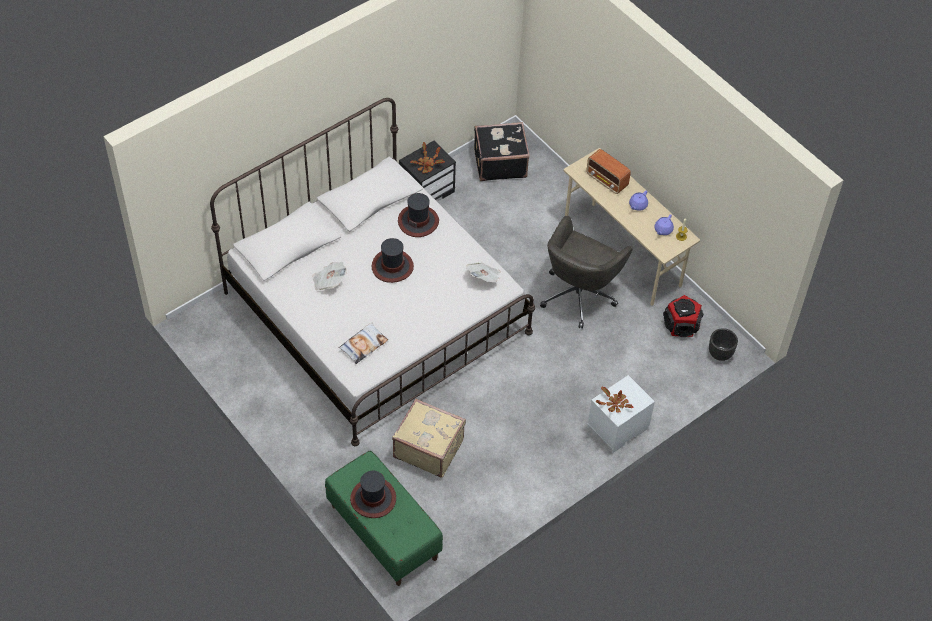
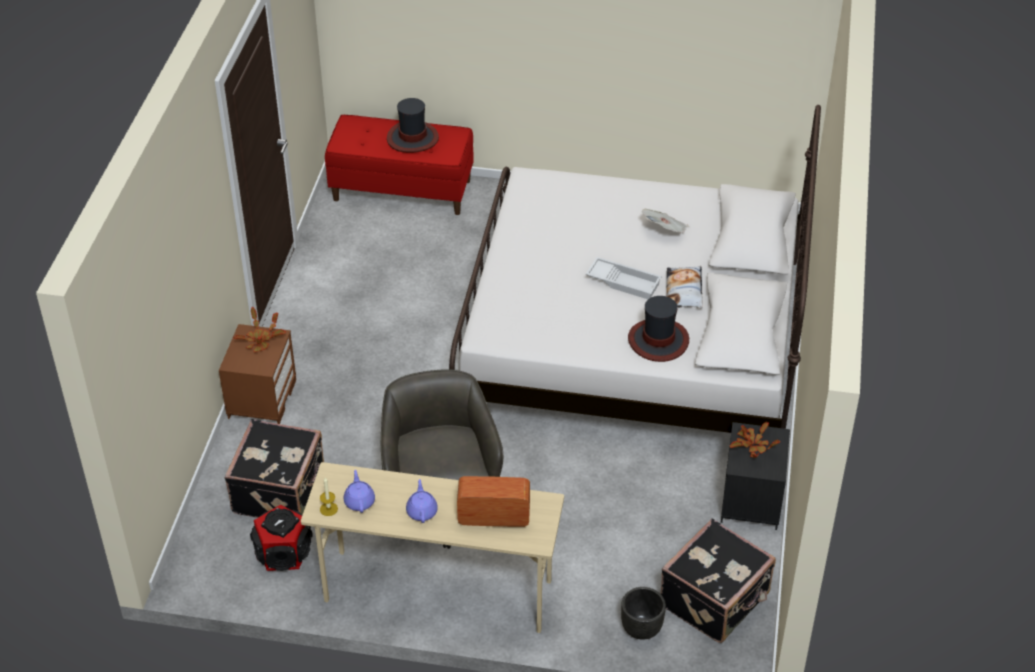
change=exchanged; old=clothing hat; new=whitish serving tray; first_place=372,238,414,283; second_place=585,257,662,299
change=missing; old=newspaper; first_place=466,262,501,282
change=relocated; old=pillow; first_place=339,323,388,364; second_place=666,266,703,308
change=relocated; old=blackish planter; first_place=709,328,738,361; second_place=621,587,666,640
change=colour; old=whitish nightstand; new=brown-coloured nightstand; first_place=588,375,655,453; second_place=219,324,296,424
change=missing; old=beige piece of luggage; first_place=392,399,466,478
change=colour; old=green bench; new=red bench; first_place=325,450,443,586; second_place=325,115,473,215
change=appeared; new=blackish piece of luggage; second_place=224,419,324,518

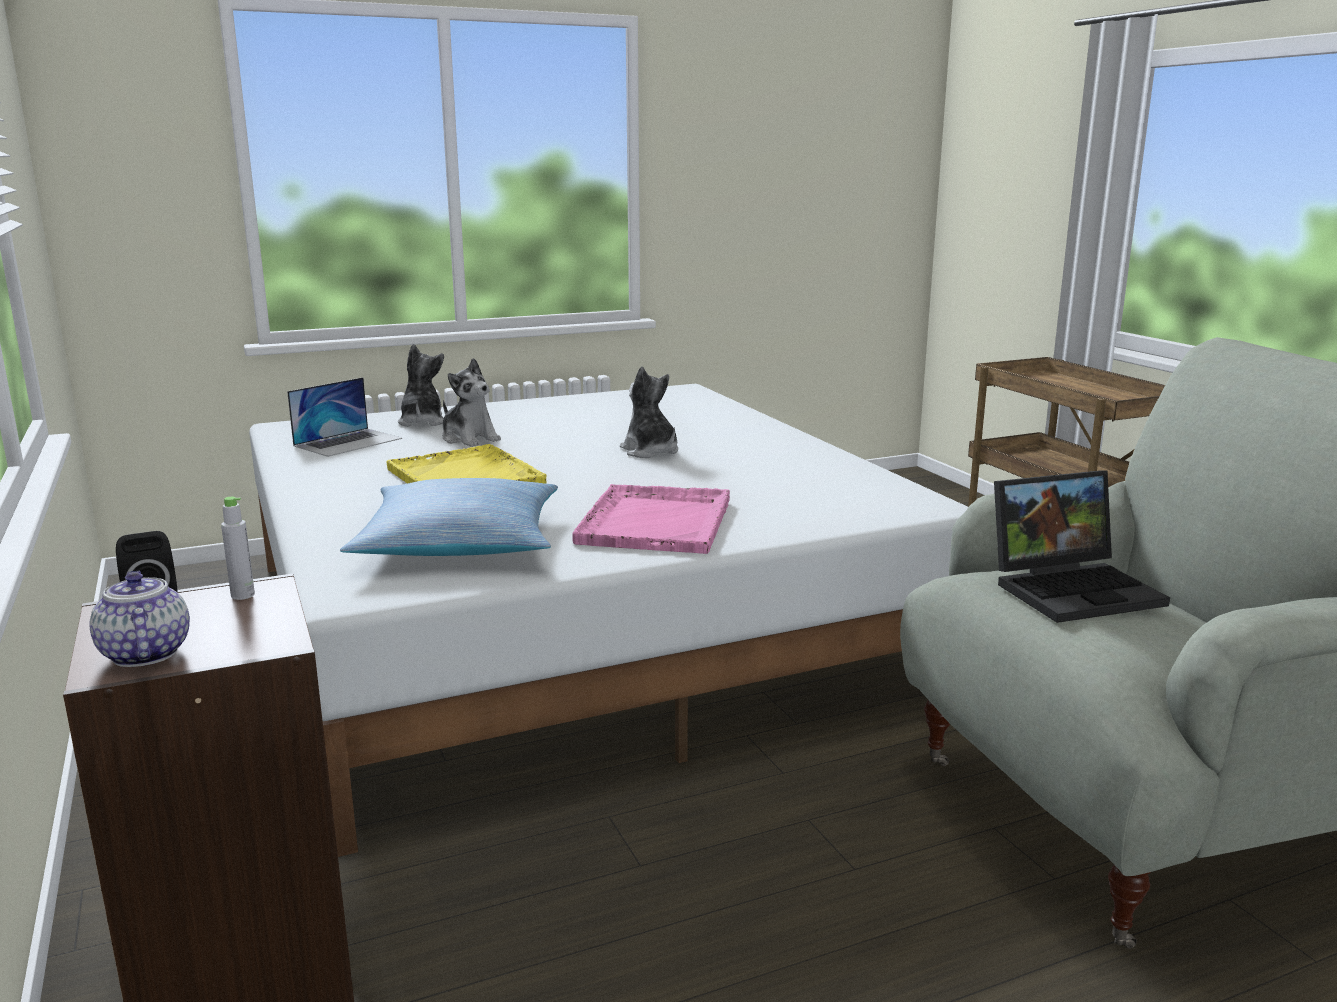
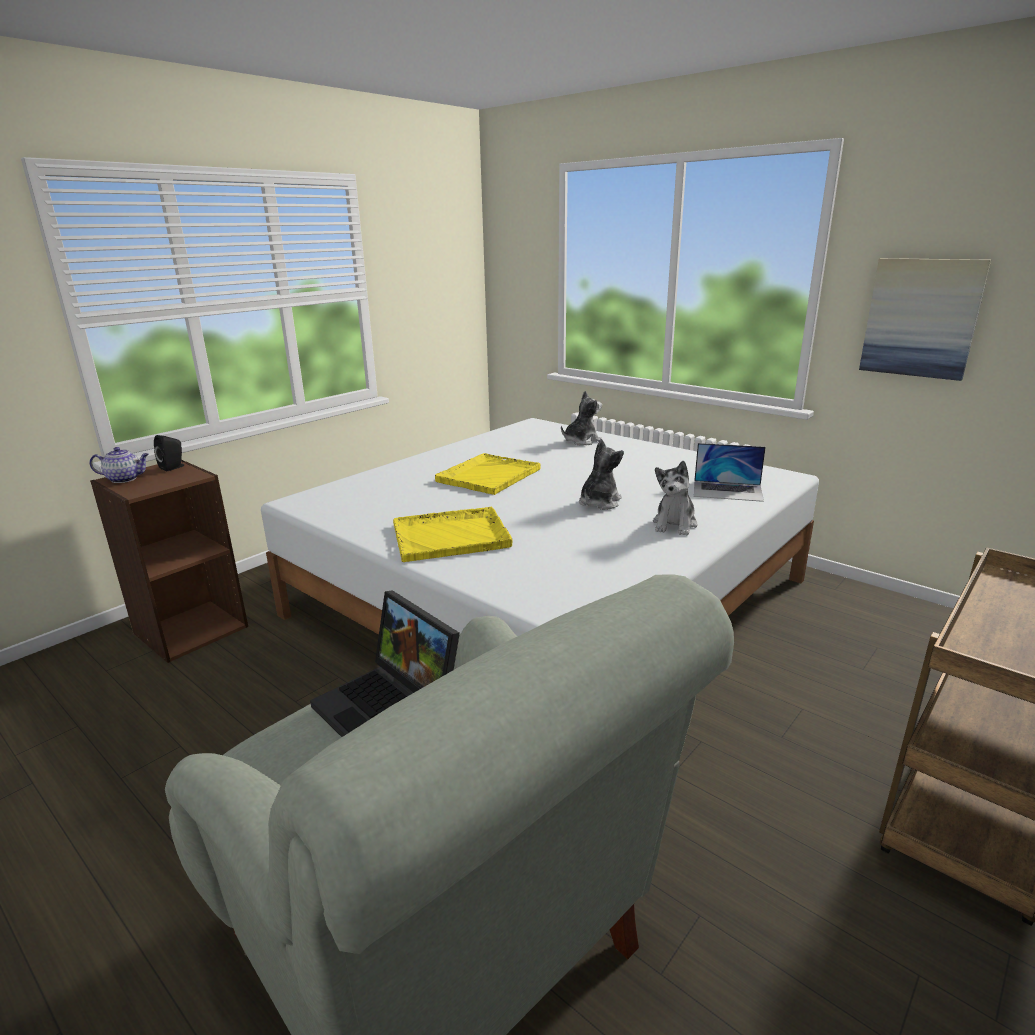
change=relocated; old=soft toy; first_place=442,358,501,447; second_place=653,461,698,535
change=relocated; old=portable computer; first_place=287,377,402,457; second_place=694,443,766,502
change=missing; old=pillow; first_place=340,478,558,556
change=colour; old=pinkish serving tray; new=yellow serving tray; first_place=572,484,730,554; second_place=393,507,513,562
change=missing; old=greyish drink bottle; first_place=221,497,255,600
change=spun; old=pot for tea; first_place=89,570,190,667; second_place=89,447,149,483; degrees=45
change=appeared; new=wall picture; second_place=859,258,991,381

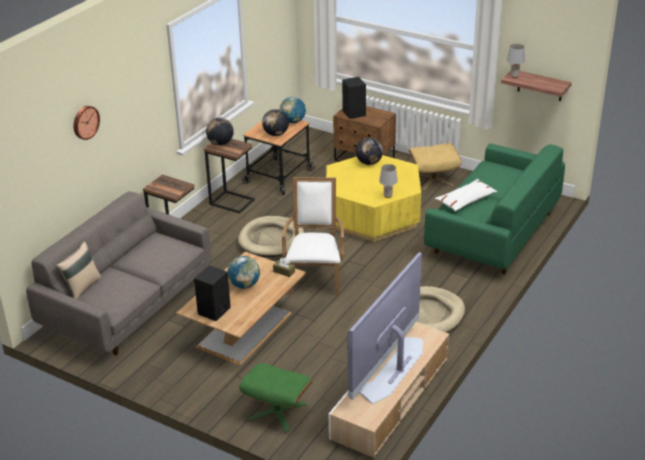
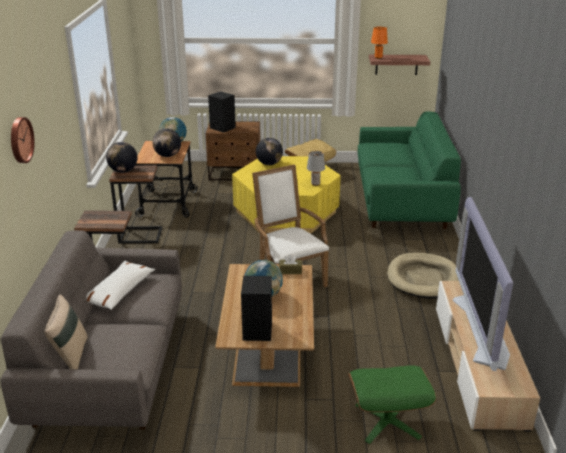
change=colour; old=greyish table lamp; new=orange table lamp; first_place=507,44,525,78; second_place=371,27,388,59
change=relocated; old=whitish pillow; first_place=435,179,497,211; second_place=86,261,155,310
change=missing; old=beige dog bed; first_place=238,216,304,257

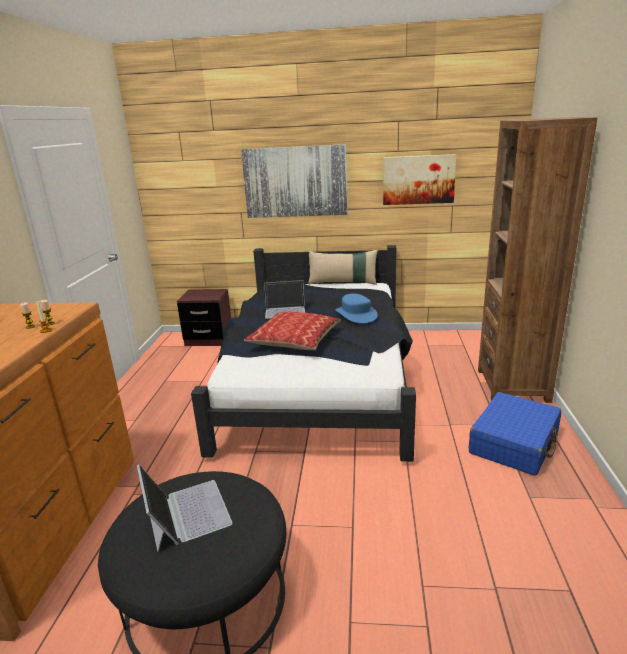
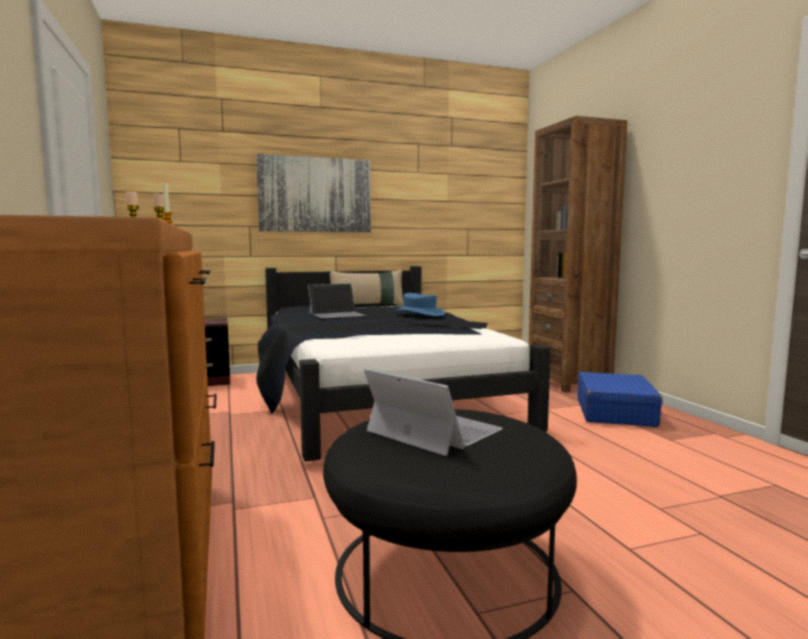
change=missing; old=wall picture; first_place=383,154,457,205
change=missing; old=pillow; first_place=244,312,341,350

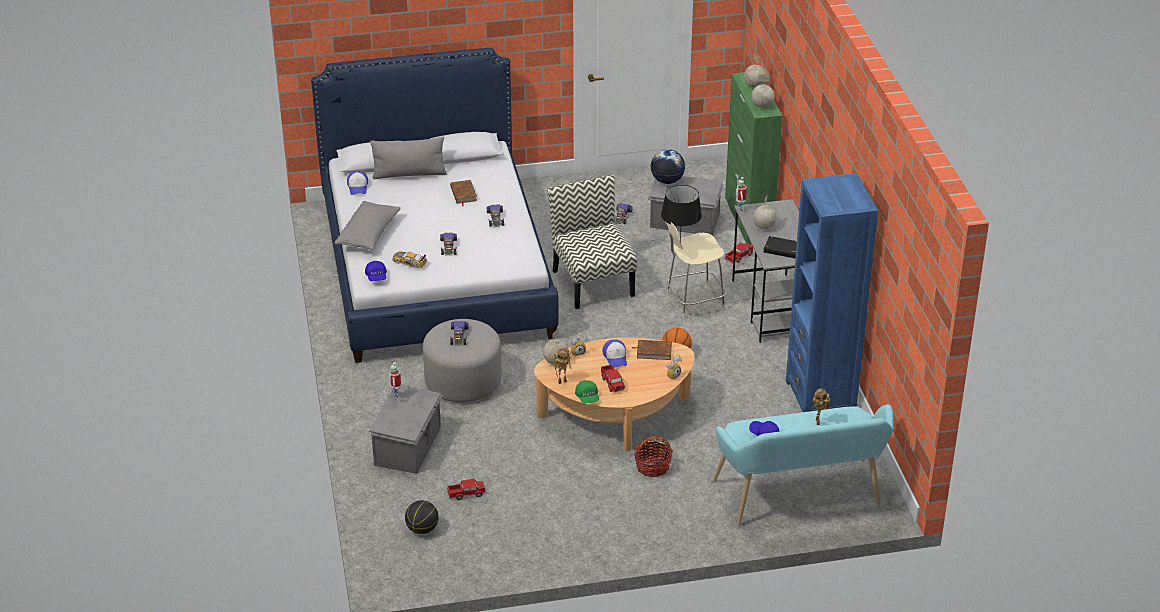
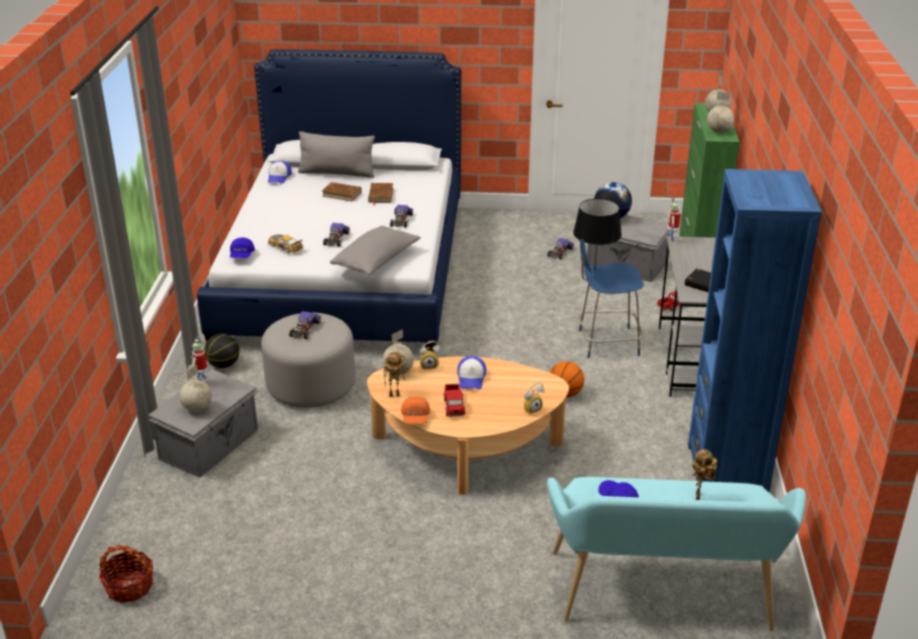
change=missing; old=plain chair; first_place=547,175,637,309
change=relocated; old=globe; first_place=753,195,777,229; second_place=179,365,212,412
change=relocated; old=greyish pillow; first_place=334,201,401,250; second_place=330,226,421,275
change=colour; old=beige stool; new=bluish stool; first_place=666,222,726,319; second_place=579,238,644,358
change=relocated; old=brown-coloured bound book; first_place=632,340,672,360; second_place=322,182,361,201
change=colour; old=green peaked cap; new=orange peaked cap; first_place=575,380,599,403; second_place=401,396,430,424
change=relocated; old=storage basket; first_place=634,436,673,477; second_place=99,545,153,603
change=missing; old=toy truck; first_place=447,479,485,500
change=relocated; old=ball for basketball; first_place=405,500,439,534; second_place=204,334,240,368

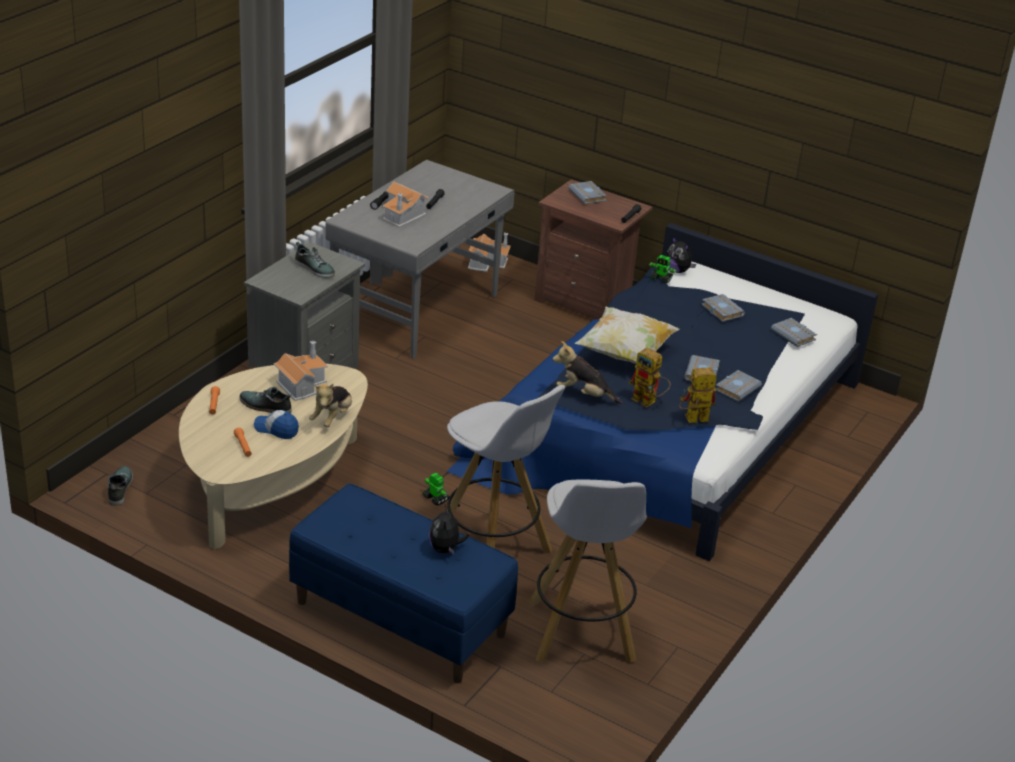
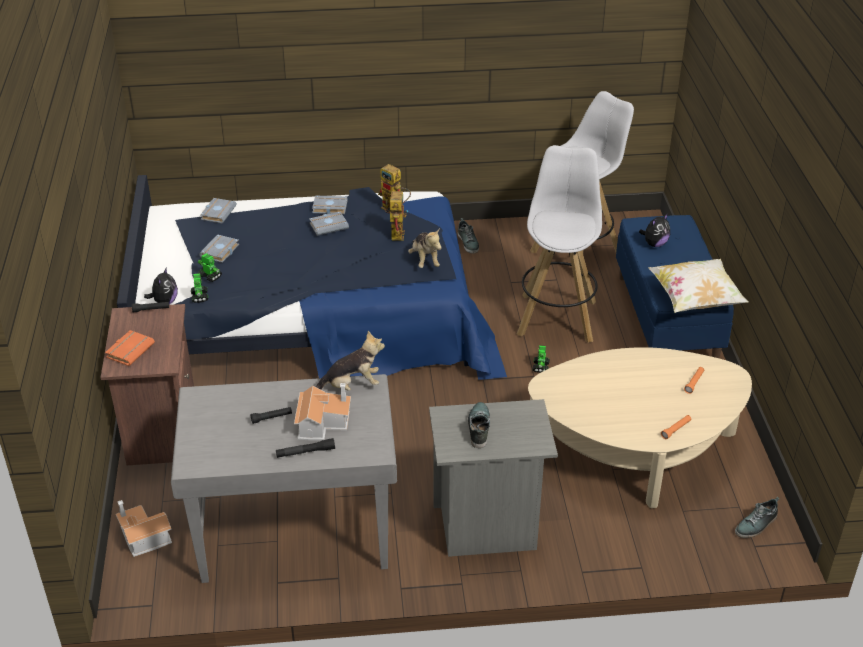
change=colour; old=greyish bound book; new=orange bound book; first_place=568,181,607,204; second_place=105,330,155,366
change=relocated; old=pillow; first_place=574,307,679,364; second_place=648,259,748,313
change=missing; old=model house; first_place=274,341,328,401
change=relocated; old=soft toy; first_place=309,384,352,427; second_place=316,331,385,391
change=relocated; old=shoe; first_place=240,387,292,413; second_place=458,218,479,254
change=missing; old=peaked cap; first_place=254,410,299,439
change=appeared; new=model robot; second_place=198,253,222,282

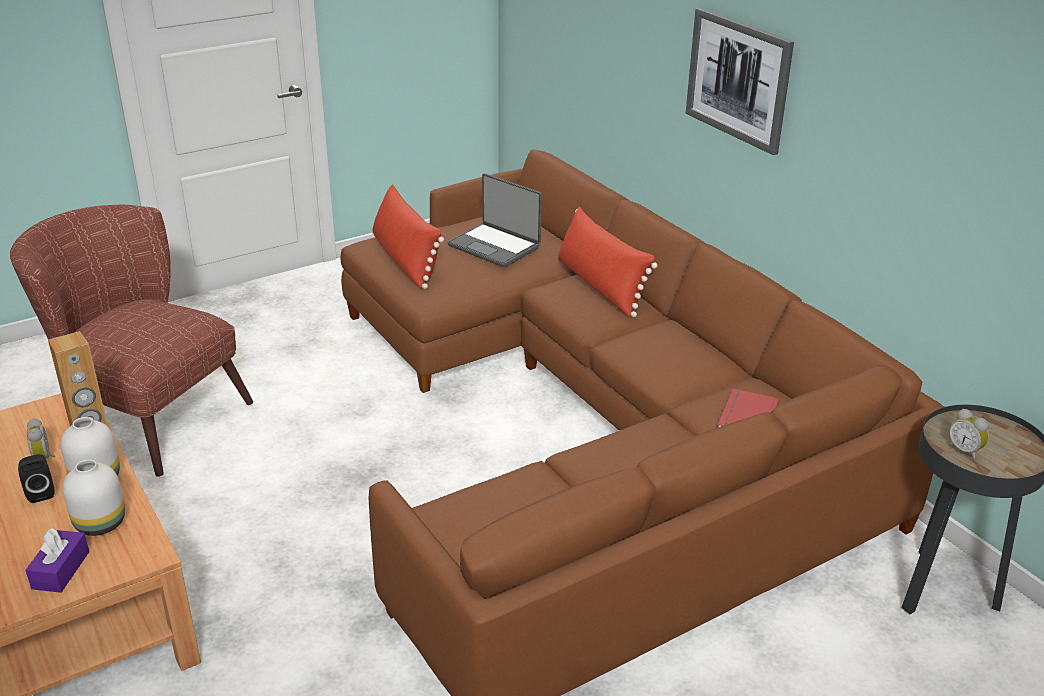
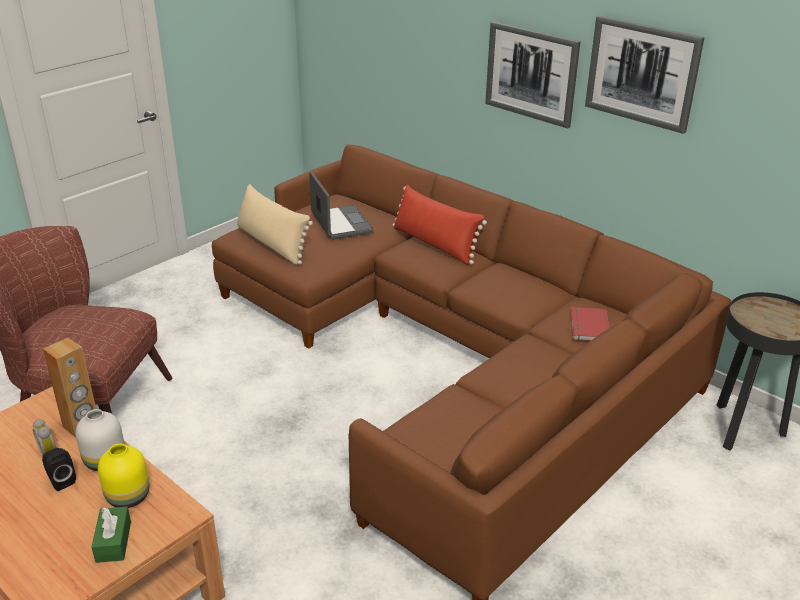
change=spun; old=portable computer; first_place=447,173,542,267; second_place=309,171,374,240; degrees=-135
change=colour; old=red pillow; new=beige pillow; first_place=372,184,444,289; second_place=237,184,313,265
change=missing; old=alarm clock; first_place=949,409,989,460
change=colour; old=whitish vase; new=yellow vase; first_place=63,459,125,536; second_place=98,444,149,508
change=colour; old=purplish box of tissues; new=green box of tissues; first_place=26,528,89,593; second_place=91,507,131,563
change=appeared; new=wall picture; second_place=585,16,704,134

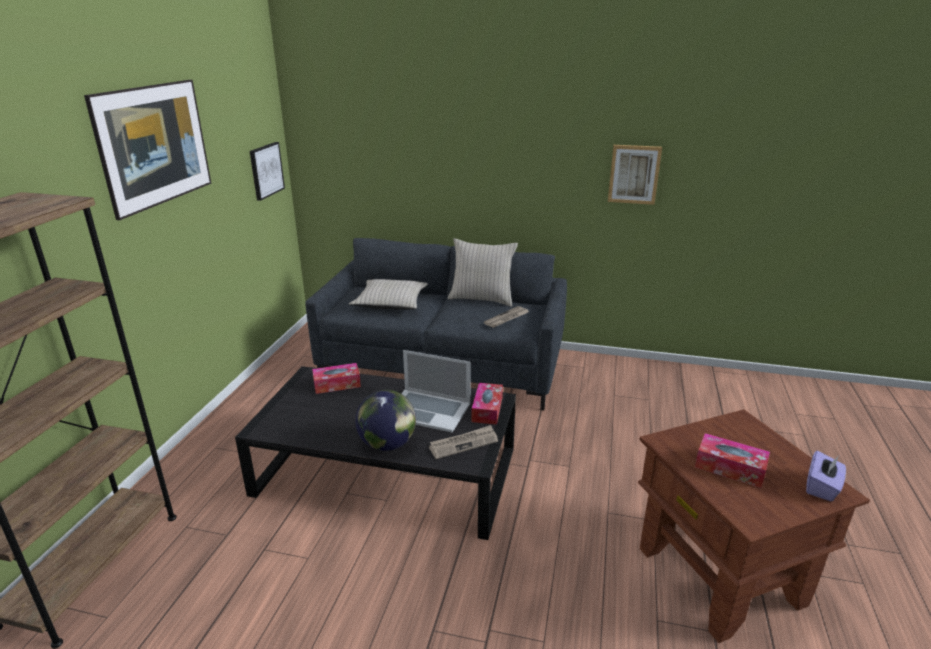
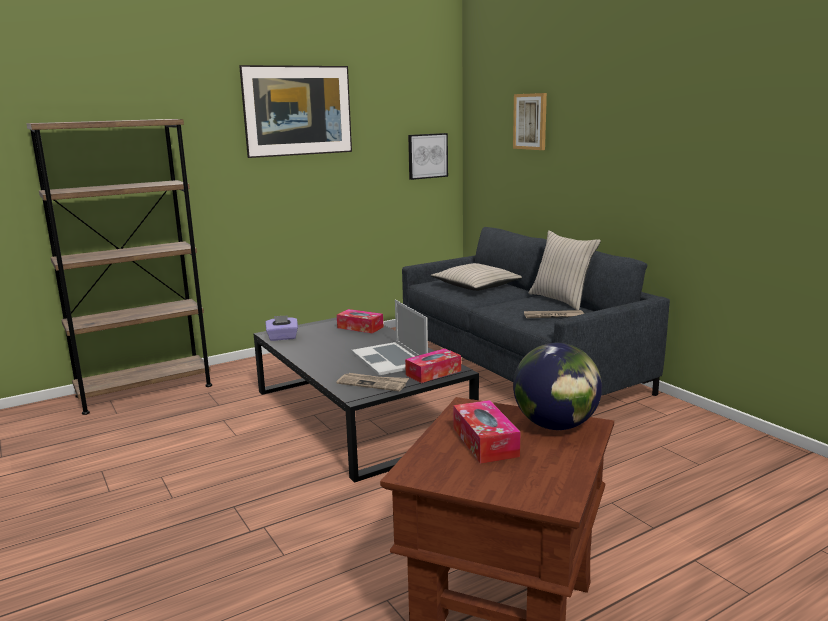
change=relocated; old=wall picture; first_place=608,145,662,205; second_place=513,93,547,150
change=relocated; old=globe; first_place=355,390,416,451; second_place=513,343,602,430
change=relocated; old=purplish box of tissues; first_place=806,451,846,501; second_place=266,315,298,341

